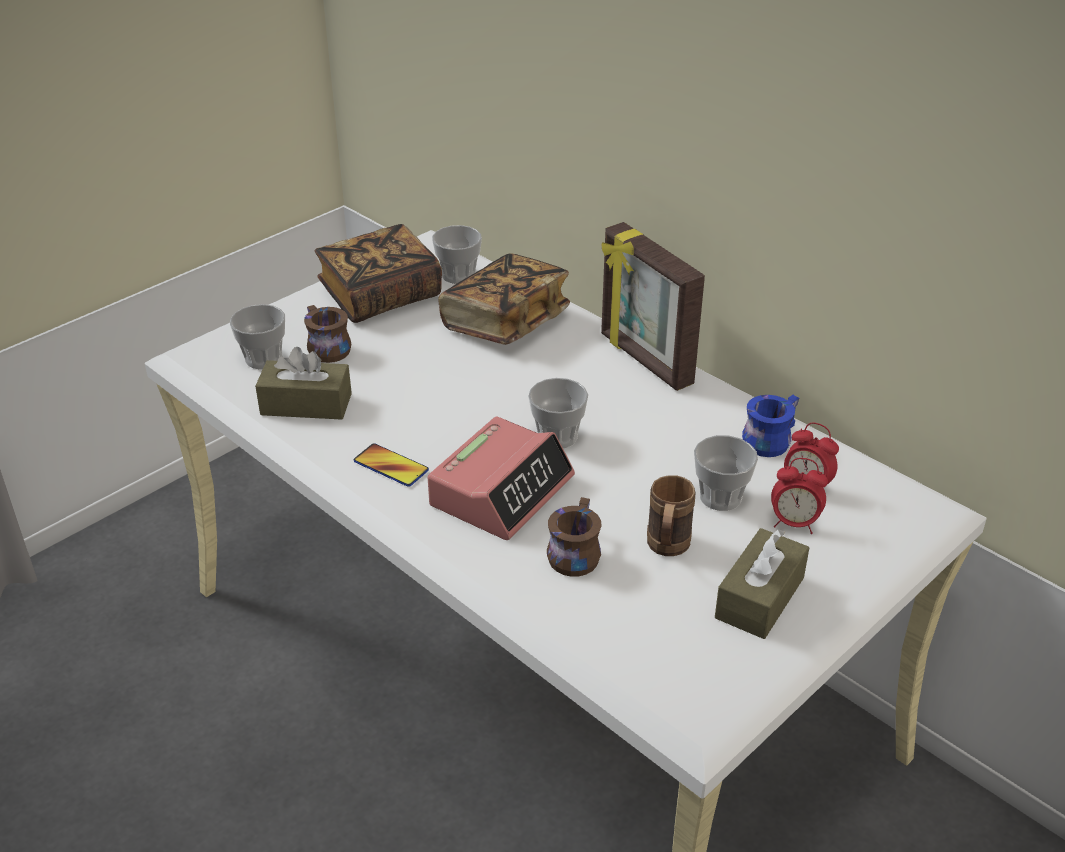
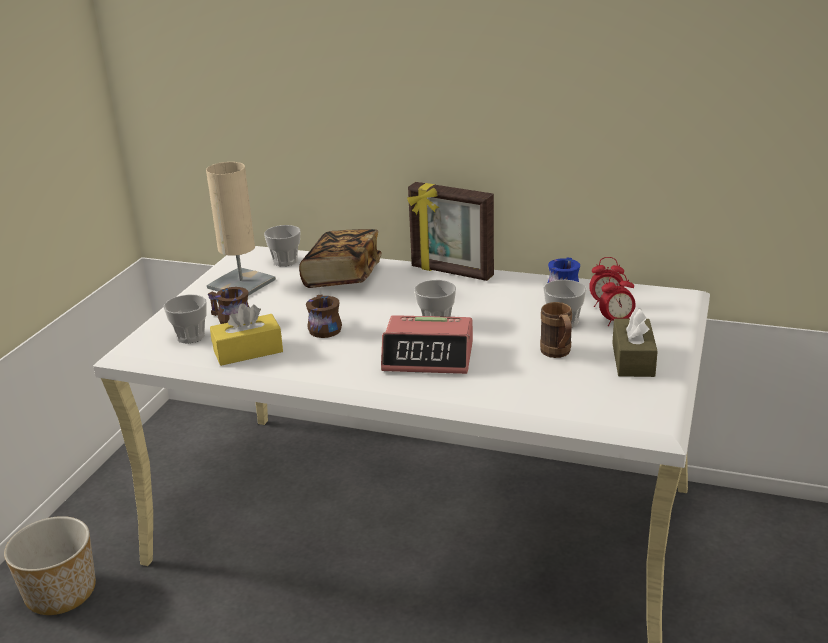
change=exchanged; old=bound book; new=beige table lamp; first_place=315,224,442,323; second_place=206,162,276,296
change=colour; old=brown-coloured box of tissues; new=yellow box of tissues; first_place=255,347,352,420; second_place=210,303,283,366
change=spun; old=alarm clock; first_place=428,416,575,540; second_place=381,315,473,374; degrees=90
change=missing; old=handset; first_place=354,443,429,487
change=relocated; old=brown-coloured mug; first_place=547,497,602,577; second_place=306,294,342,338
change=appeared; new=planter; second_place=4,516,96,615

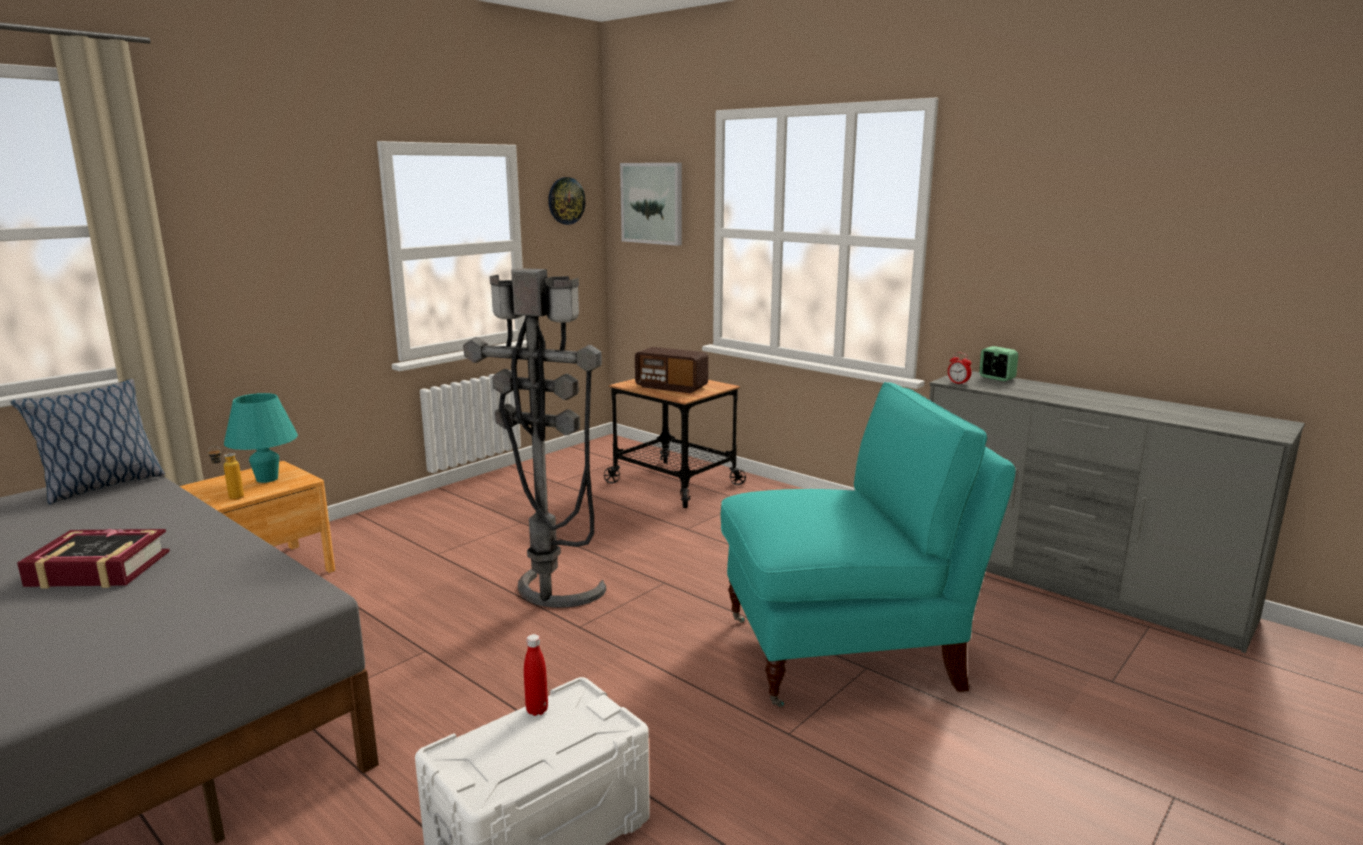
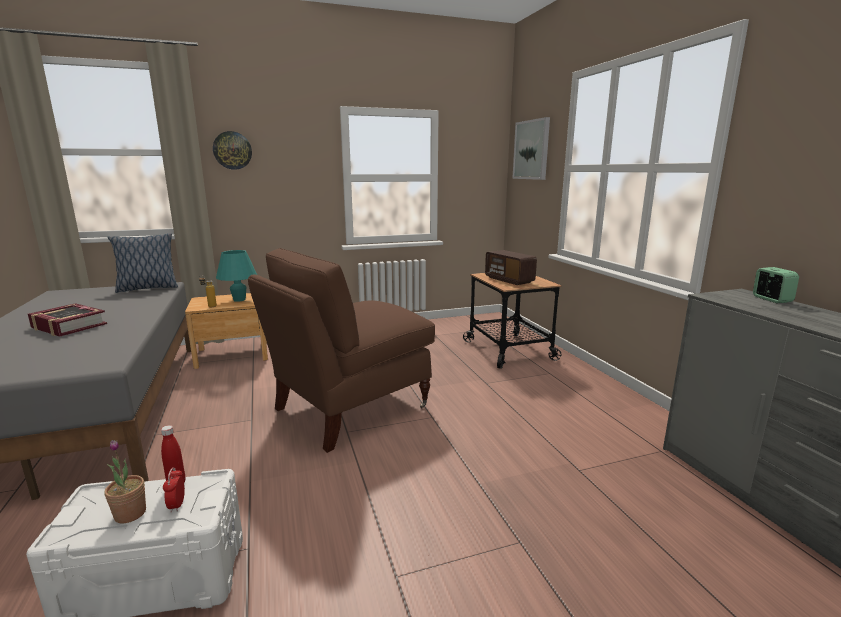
change=relocated; old=wall clock; first_place=548,177,586,225; second_place=213,131,252,170
change=exchanged; old=greyish standard lamp; new=brown-coloured armchair; first_place=463,268,606,608; second_place=248,248,435,453
change=relocated; old=alarm clock; first_place=948,353,971,385; second_place=163,467,185,512
change=missing; old=turquoise armchair; first_place=721,382,1016,707
change=appeared; new=potted plant; second_place=104,440,146,524

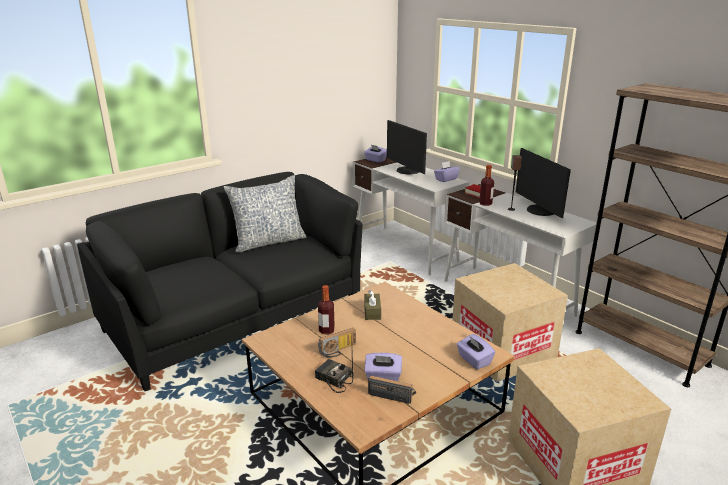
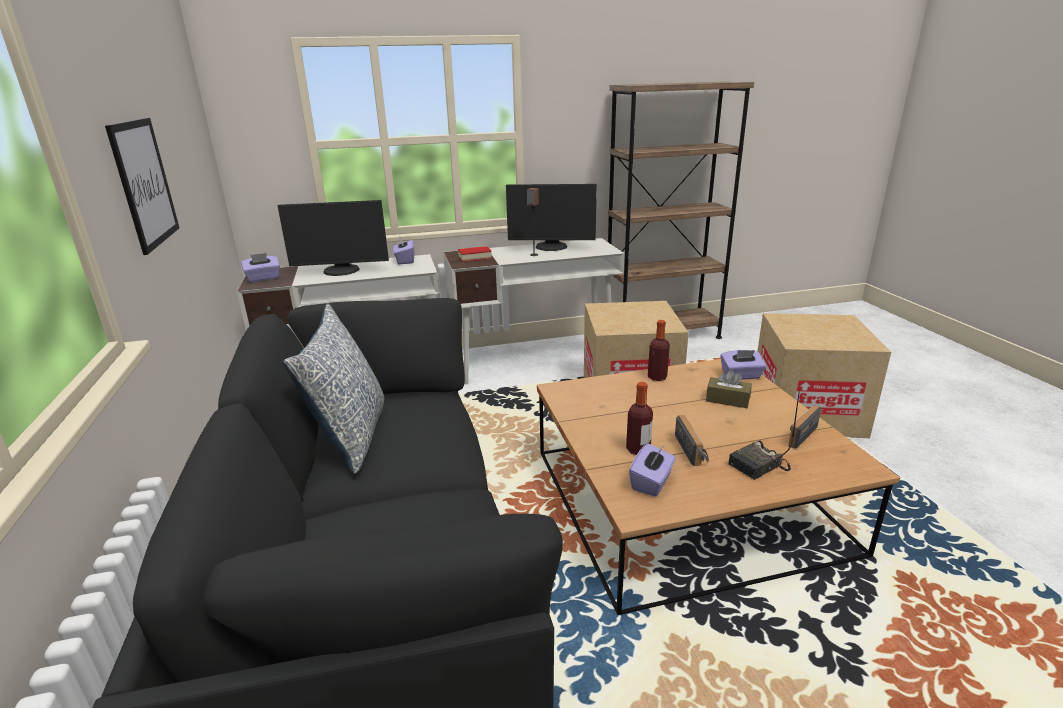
change=relocated; old=drink bottle; first_place=479,165,494,206; second_place=648,320,670,381
change=relocated; old=brown-coloured box of tissues; first_place=364,290,381,320; second_place=706,370,752,408
change=relocated; old=purplish box of tissues; first_place=365,353,402,381; second_place=629,443,676,497
change=appeared; new=wall picture; second_place=105,118,179,255

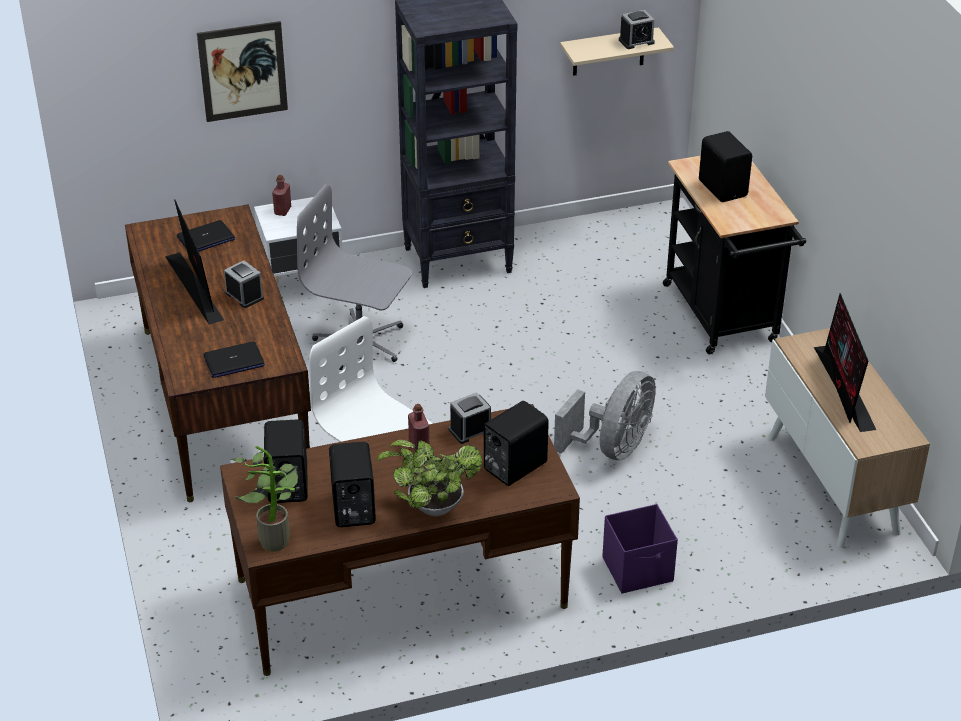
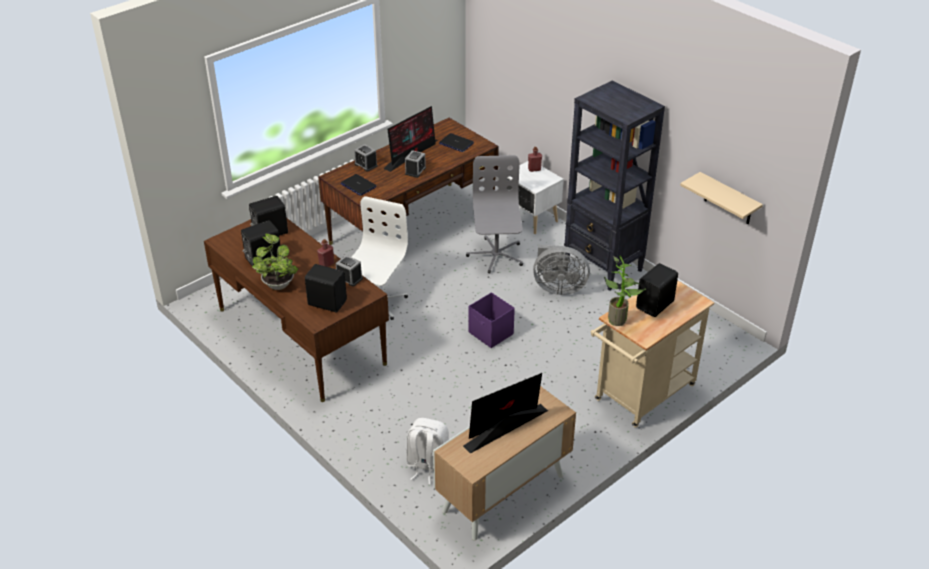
change=relocated; old=alarm clock; first_place=619,10,655,49; second_place=354,144,378,172
change=missing; old=wall picture; first_place=197,21,288,122
change=colour; old=blackish cart; new=beige cart; first_place=663,156,806,354; second_place=591,280,714,428
change=relocated; old=greyish fan; first_place=554,371,656,460; second_place=533,245,590,295
change=relocated; old=potted plant; first_place=230,446,298,552; second_place=604,255,646,326
change=relocated; old=purplish storage box; first_place=603,504,678,594; second_place=469,292,515,348
change=appeared; new=whitish rucksack; second_place=406,418,449,485

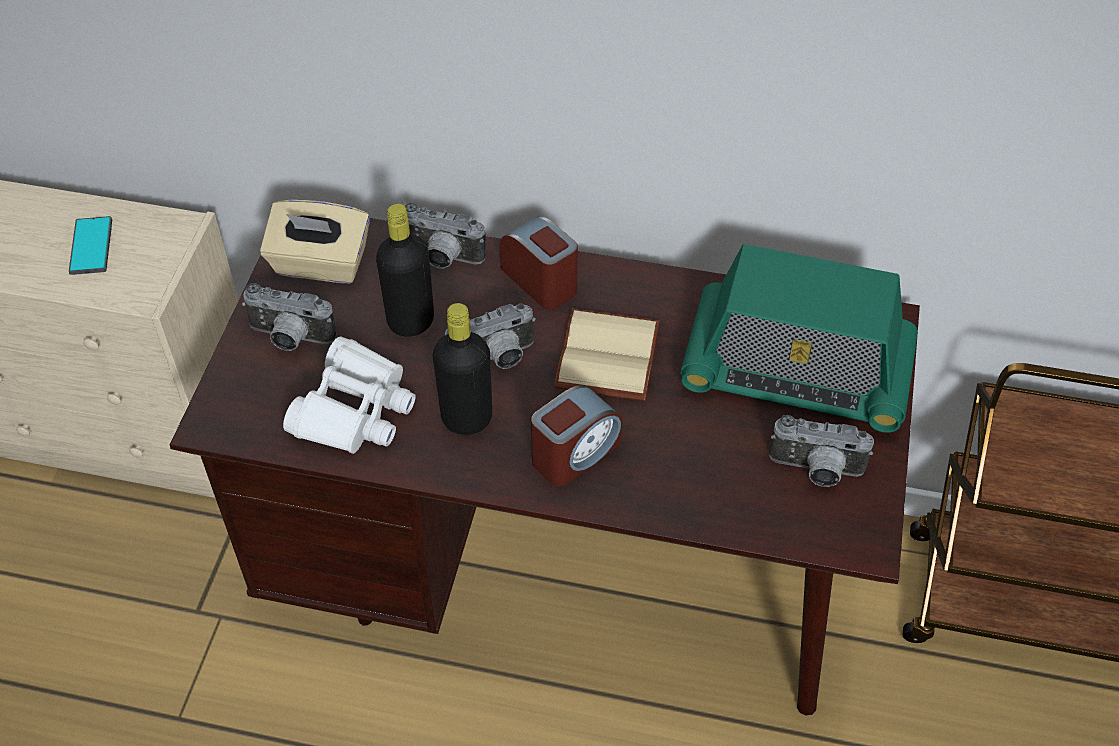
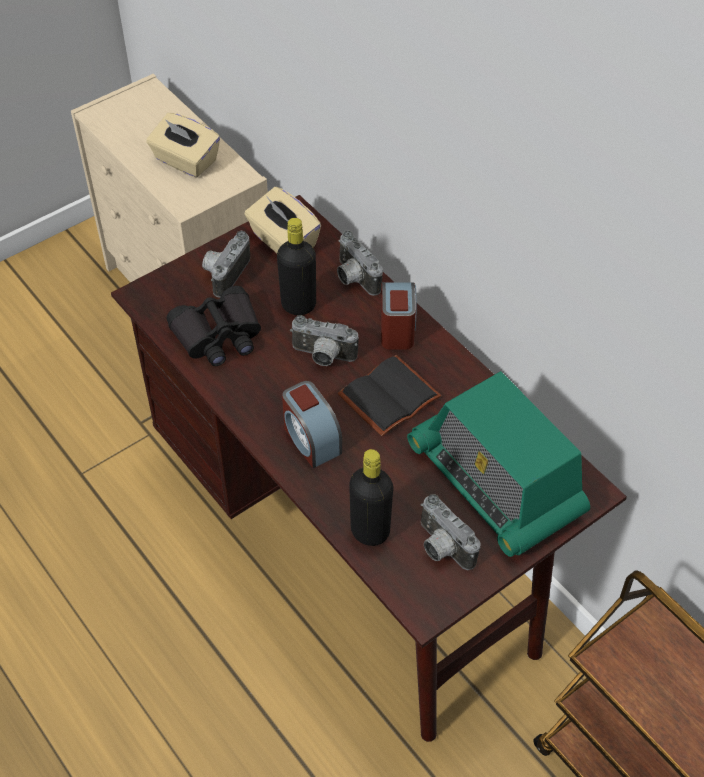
change=exchanged; old=handset; new=beige box of tissues; first_place=69,216,112,275; second_place=146,113,220,177
change=spun; old=photo camera; first_place=242,283,336,351; second_place=202,231,250,298; degrees=60
change=relocated; old=blackish drink bottle; first_place=433,303,492,435; second_place=349,449,393,546
change=colour; old=beige bound book; new=blackish bound book; first_place=554,308,660,401; second_place=338,355,441,436
change=colour; old=whitish pair of binoculars; new=blackish pair of binoculars; first_place=283,337,416,454; second_place=167,286,261,366
change=spun; old=alarm clock; first_place=531,385,622,486; second_place=282,381,342,468; degrees=60

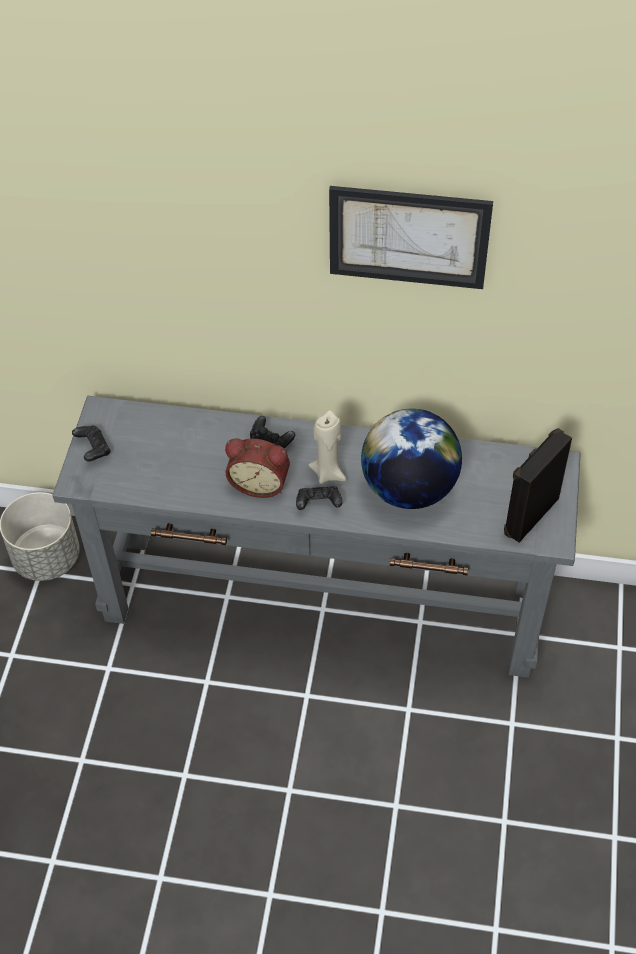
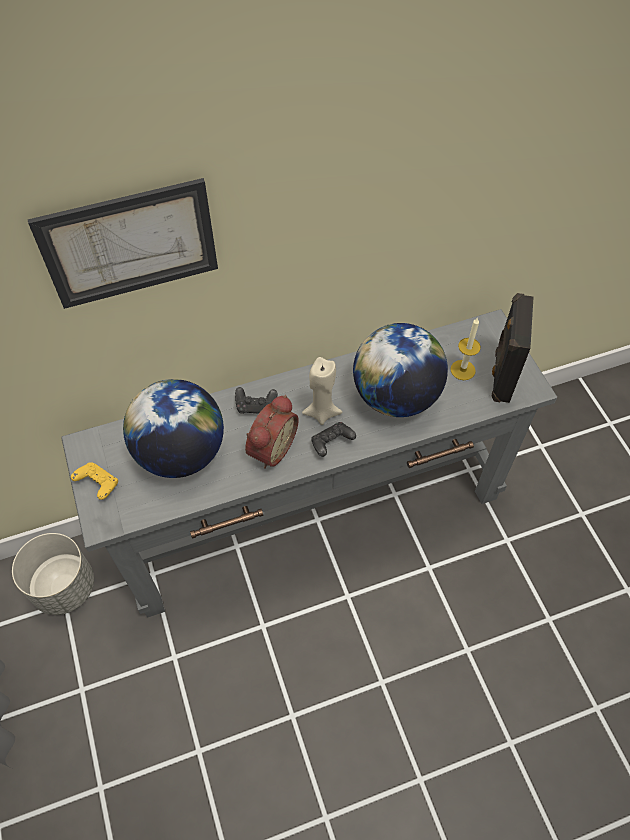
change=relocated; old=wall picture; first_place=329,186,493,289; second_place=28,178,218,309
change=colour; old=blackish game controller; new=yellow game controller; first_place=72,426,111,462; second_place=71,462,118,500
change=spun; old=alarm clock; first_place=225,438,290,498; second_place=245,395,299,469; degrees=-45
change=appeared; new=wax light; second_place=450,317,481,380
change=appeared; new=globe; second_place=123,379,224,478

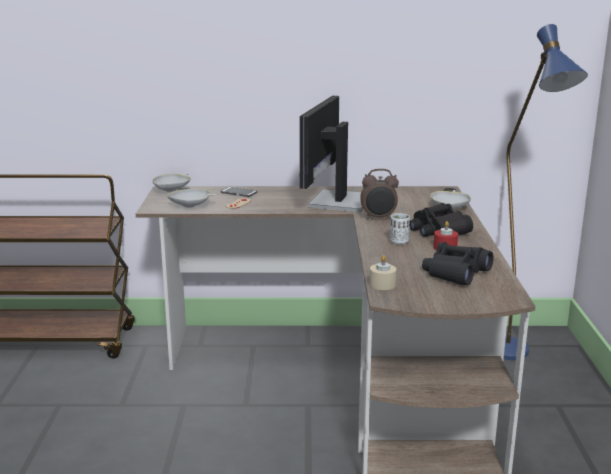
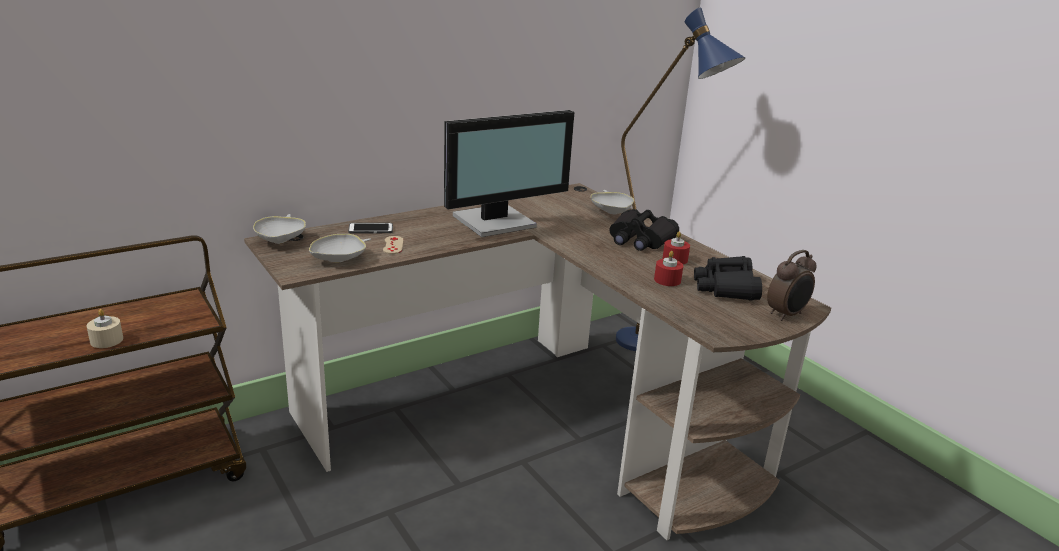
change=spun; old=computer display; first_place=299,96,363,212; second_place=444,110,574,237; degrees=-105
change=relocated; old=alarm clock; first_place=360,169,399,220; second_place=767,250,817,321
change=missing; old=whitish drinking cup; first_place=390,213,410,244
change=relocated; old=beige wax light; first_place=369,255,397,290; second_place=87,309,123,348
change=appeared; new=red wax light; second_place=654,251,683,286

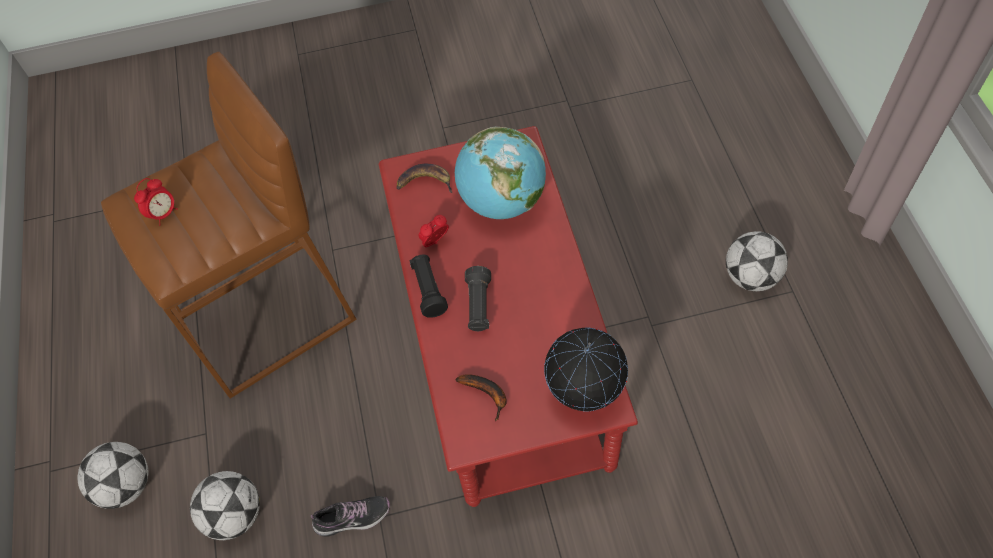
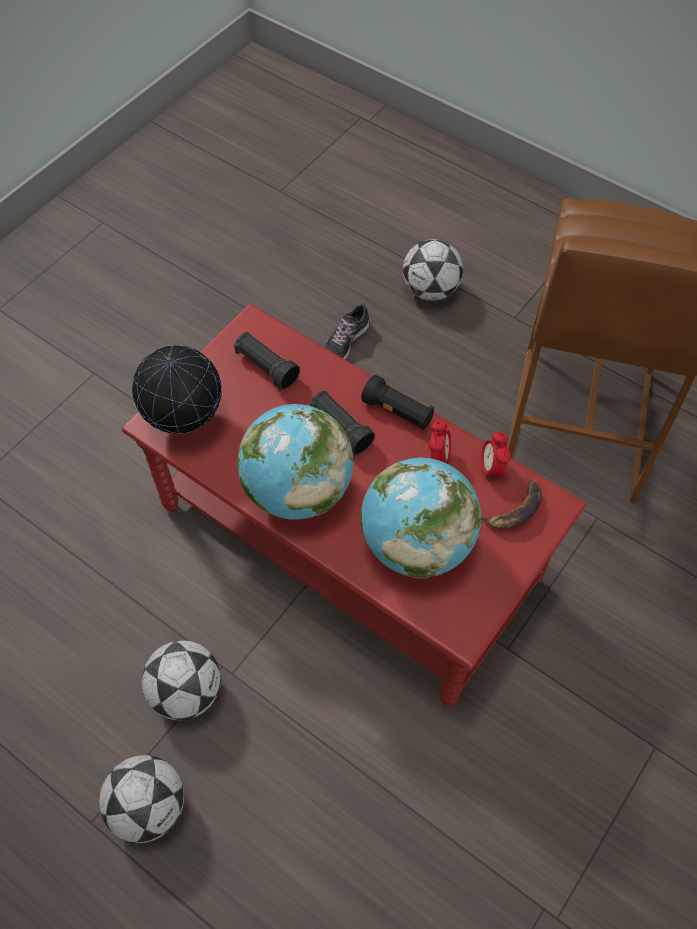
change=relocated; old=alarm clock; first_place=134,178,178,226; second_place=481,432,511,480
change=exchanged; old=whole banana; new=blackish hand torch; first_place=456,374,507,421; second_place=234,332,300,390
change=relocated; old=football; first_place=78,442,148,509; second_place=142,640,221,720
change=appeared; new=globe; second_place=238,404,353,520

